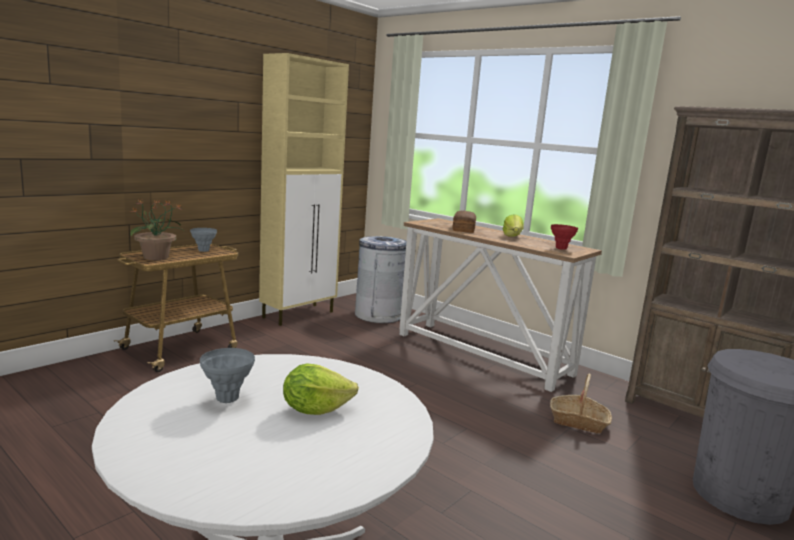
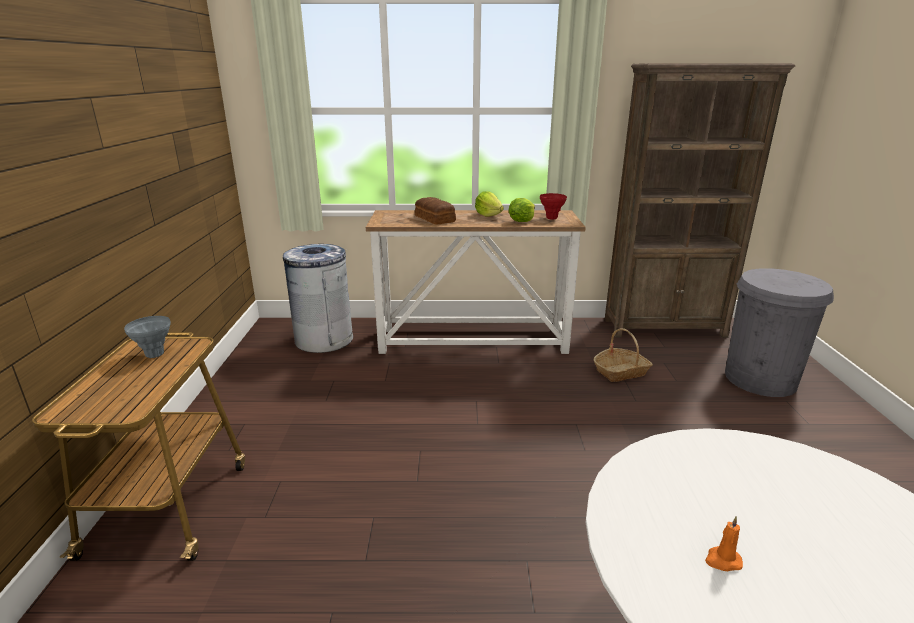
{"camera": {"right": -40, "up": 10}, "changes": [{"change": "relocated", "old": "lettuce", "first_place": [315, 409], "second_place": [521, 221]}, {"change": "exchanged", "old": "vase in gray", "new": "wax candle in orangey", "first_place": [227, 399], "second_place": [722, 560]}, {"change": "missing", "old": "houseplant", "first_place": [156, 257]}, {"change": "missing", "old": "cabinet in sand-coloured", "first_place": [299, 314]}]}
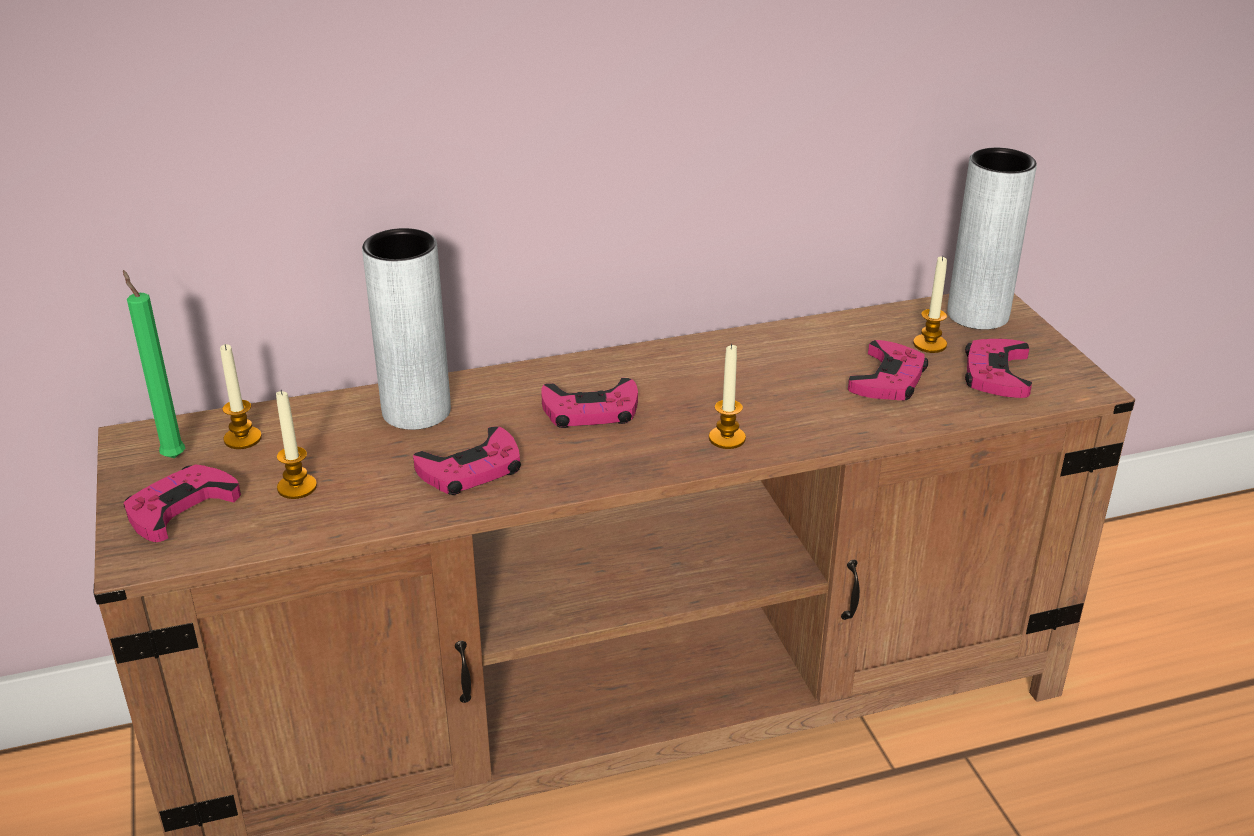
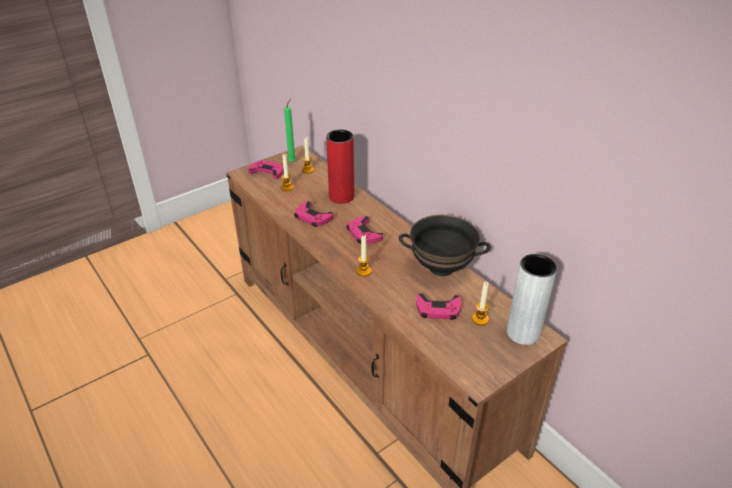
{"camera": {"right": 70, "up": 5}, "changes": [{"change": "colour", "old": "vase in gray", "new": "vase in reddish", "first_place": [416, 411], "second_place": [341, 197]}, {"change": "appeared", "new": "deep dish in black-coloured", "second_place": [441, 267]}, {"change": "missing", "old": "game controller in pink-coloured", "first_place": [996, 374]}]}
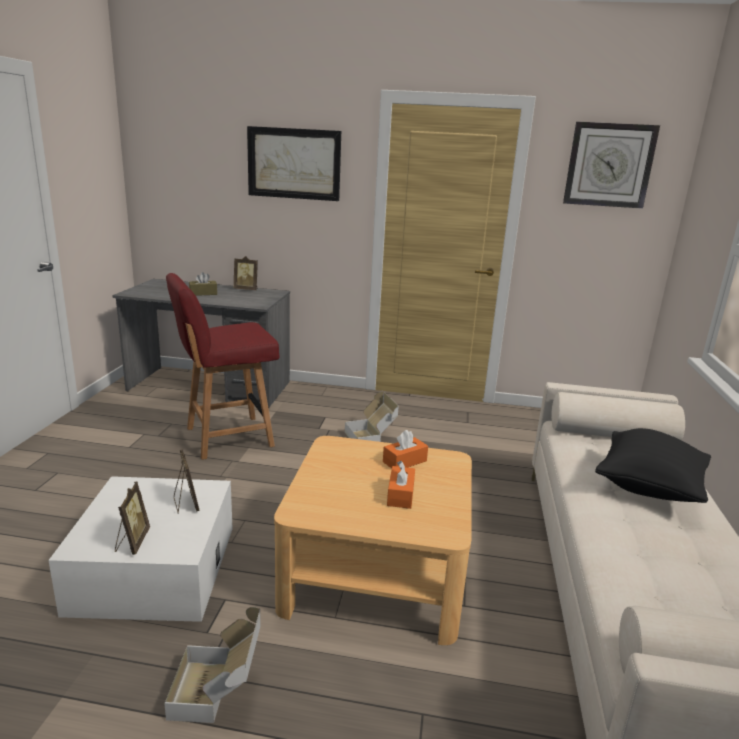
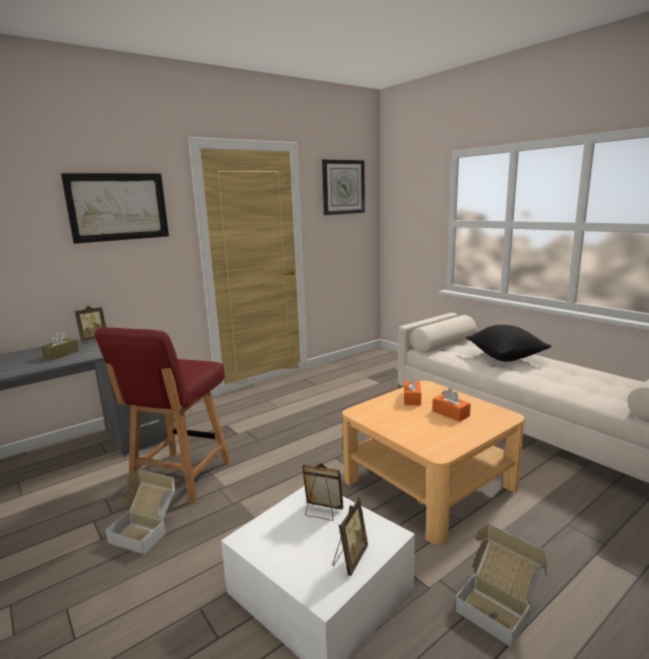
{"camera": {"right": -45, "up": -5}, "changes": [{"change": "relocated", "old": "packing box", "first_place": [371, 437], "second_place": [146, 530]}, {"change": "spun", "old": "standing frame", "first_place": [132, 542], "second_place": [349, 559], "degrees": 75}]}
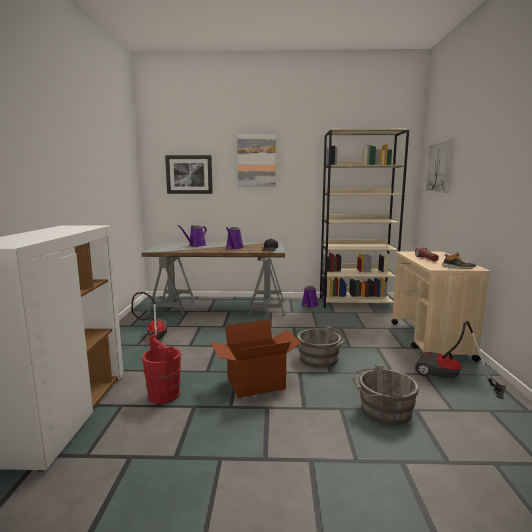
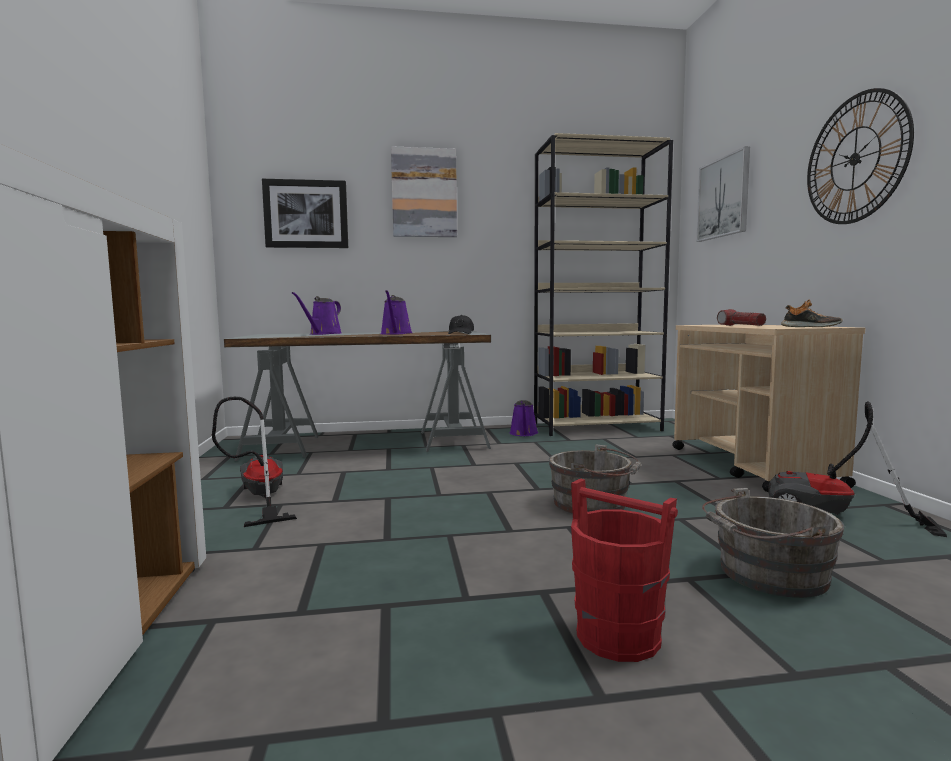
{"camera": {"right": -10, "up": -5}, "changes": [{"change": "relocated", "old": "bucket in reddish", "first_place": [164, 394], "second_place": [617, 636]}, {"change": "appeared", "new": "clock on the wall", "second_place": [855, 159]}, {"change": "missing", "old": "packing box", "first_place": [256, 384]}]}
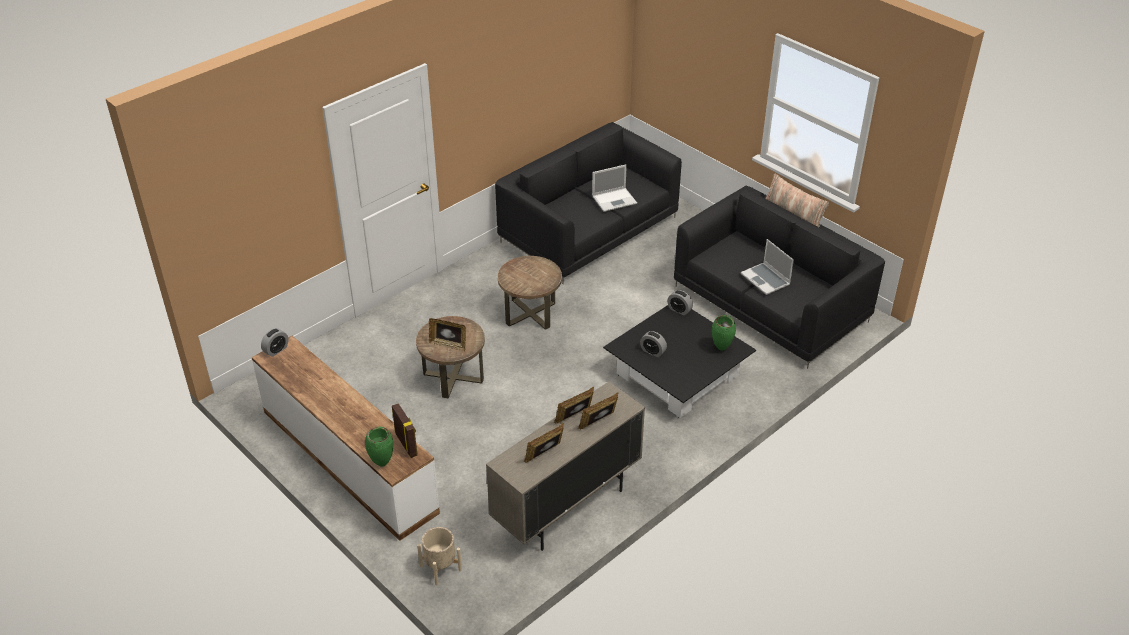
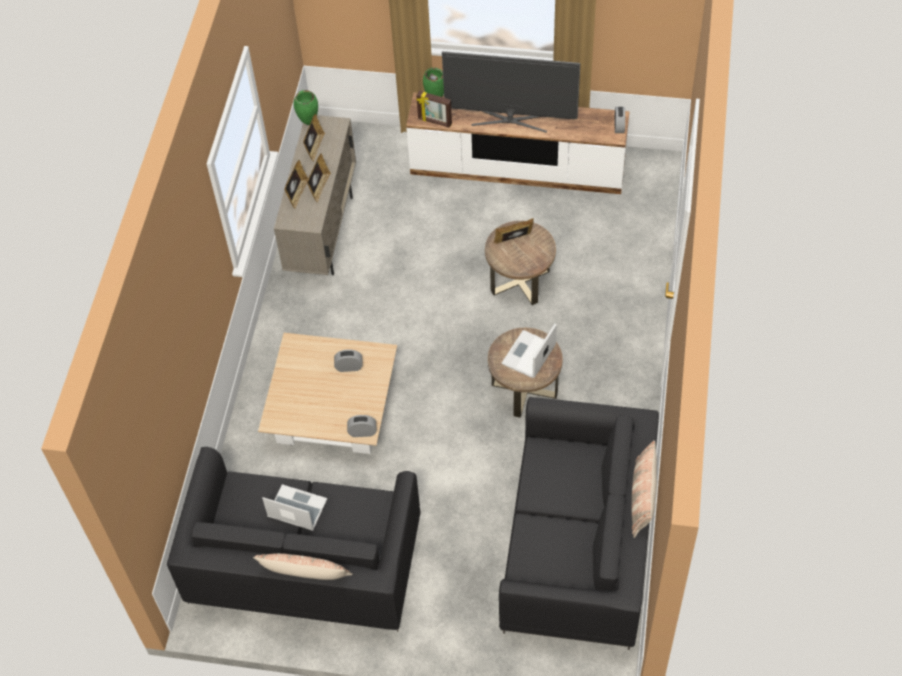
{"camera": {"right": 145, "up": 15}, "changes": [{"change": "colour", "old": "coffee table in black-coloured", "new": "coffee table in sand-coloured", "first_place": [678, 375], "second_place": [332, 408]}, {"change": "relocated", "old": "vase in greenish", "first_place": [722, 349], "second_place": [308, 123]}, {"change": "appeared", "new": "TV set", "second_place": [510, 119]}, {"change": "relocated", "old": "portable computer", "first_place": [615, 199], "second_place": [528, 355]}, {"change": "appeared", "new": "cushion", "second_place": [643, 497]}, {"change": "missing", "old": "flower pot in sand-coloured", "first_place": [441, 568]}]}
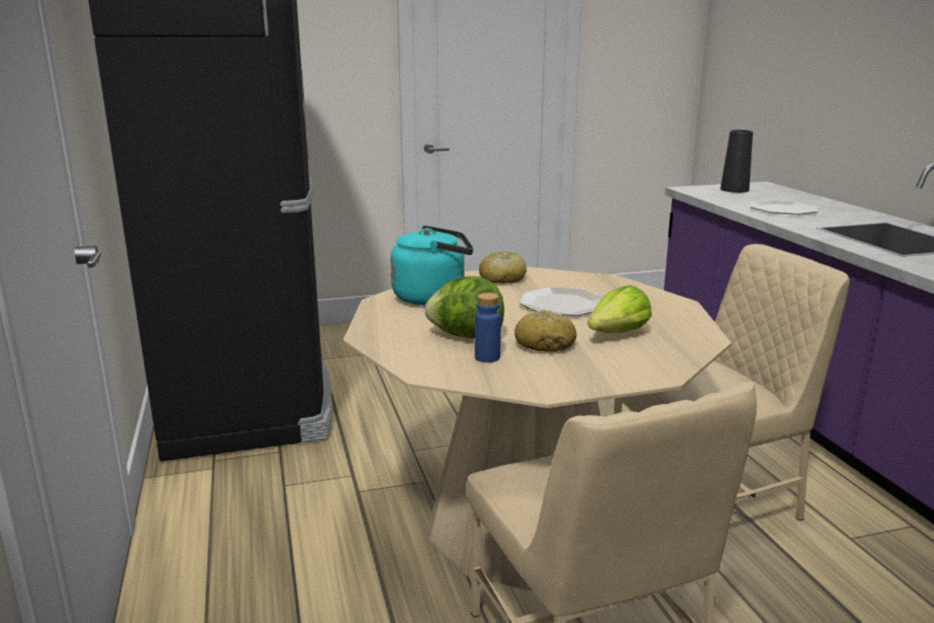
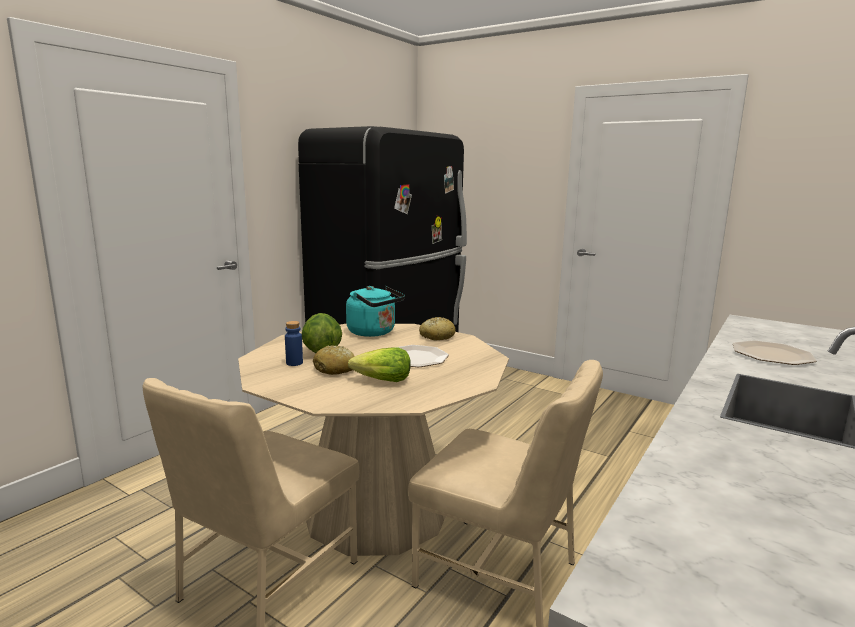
{"camera": {"right": 50, "up": -5}, "changes": [{"change": "missing", "old": "vase in black-coloured", "first_place": [734, 190]}]}
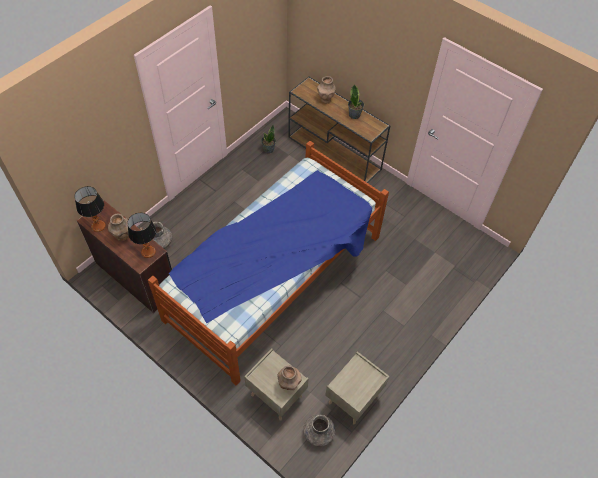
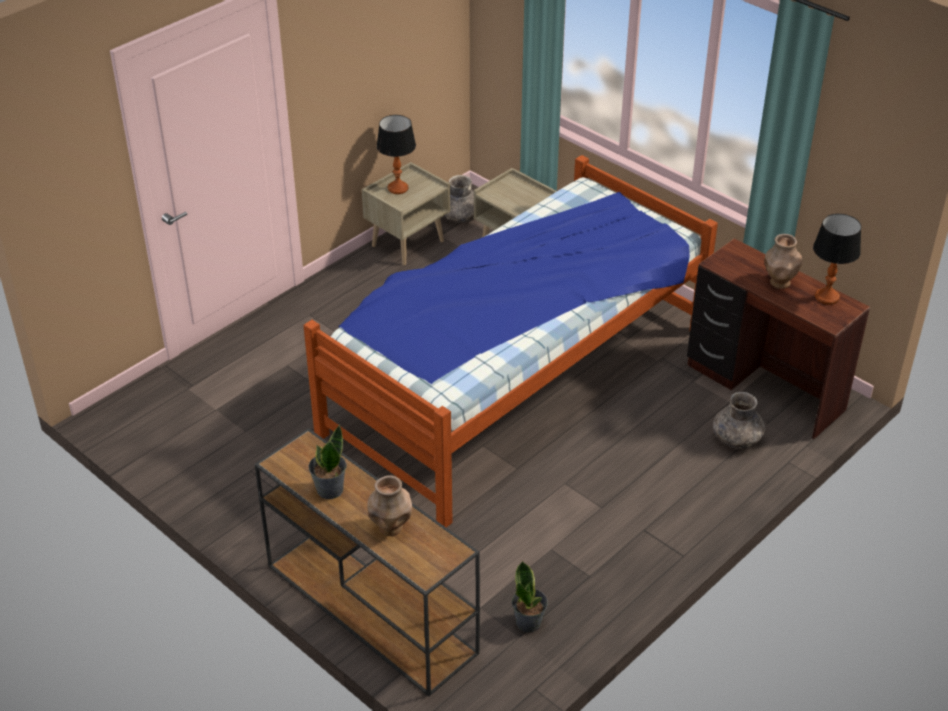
{"camera": {"right": -175, "up": -15}, "changes": [{"change": "relocated", "old": "table lamp", "first_place": [148, 252], "second_place": [398, 188]}, {"change": "missing", "old": "vase in brownish", "first_place": [289, 384]}]}
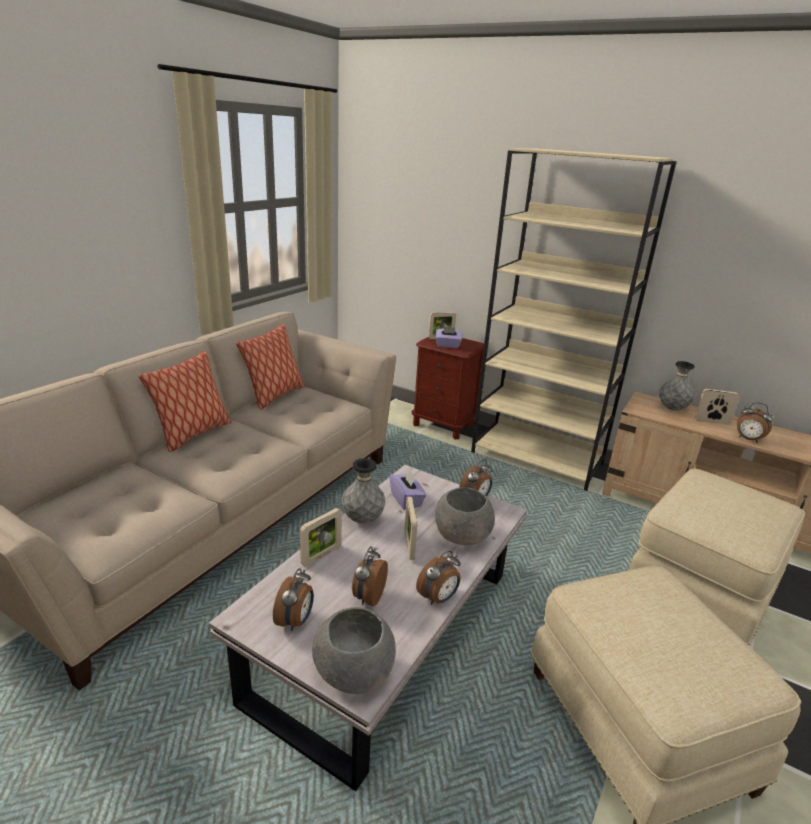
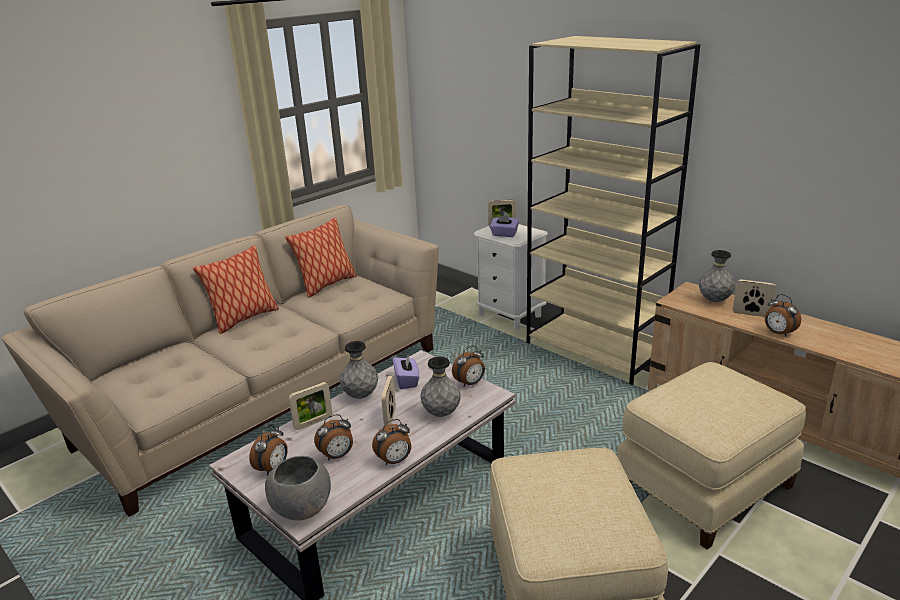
{"camera": {"right": 15, "up": 0}, "changes": [{"change": "spun", "old": "table clock", "first_place": [368, 597], "second_place": [337, 456], "degrees": -150}, {"change": "exchanged", "old": "deep dish in gray", "new": "vase in gray", "first_place": [462, 536], "second_place": [441, 413]}, {"change": "colour", "old": "nightstand in brownish", "new": "nightstand in white-coloured", "first_place": [443, 425], "second_place": [510, 315]}]}
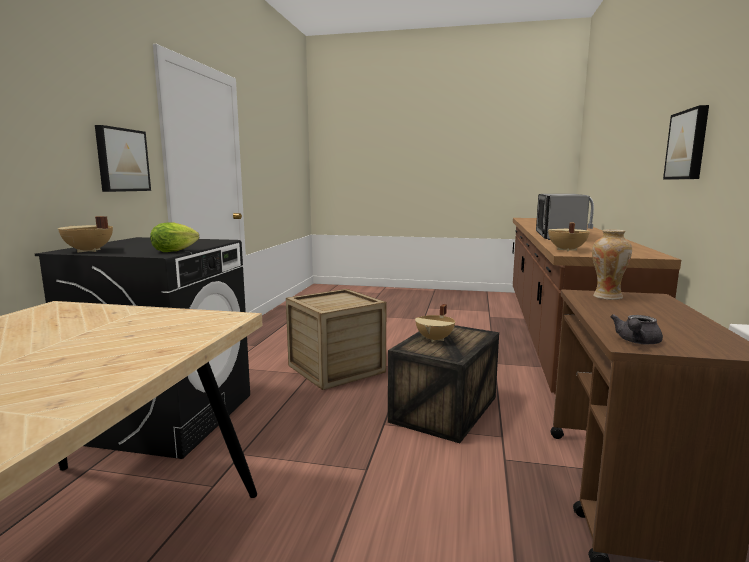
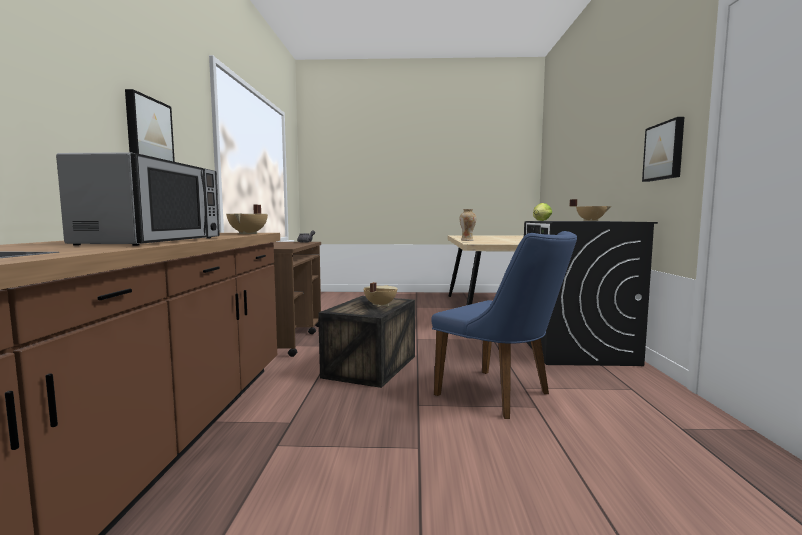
{"camera": {"right": 170, "up": -5}, "changes": [{"change": "exchanged", "old": "shipping crate", "new": "upright chair in blue-coloured", "first_place": [336, 369], "second_place": [502, 396]}, {"change": "relocated", "old": "vase", "first_place": [607, 297], "second_place": [467, 240]}]}
